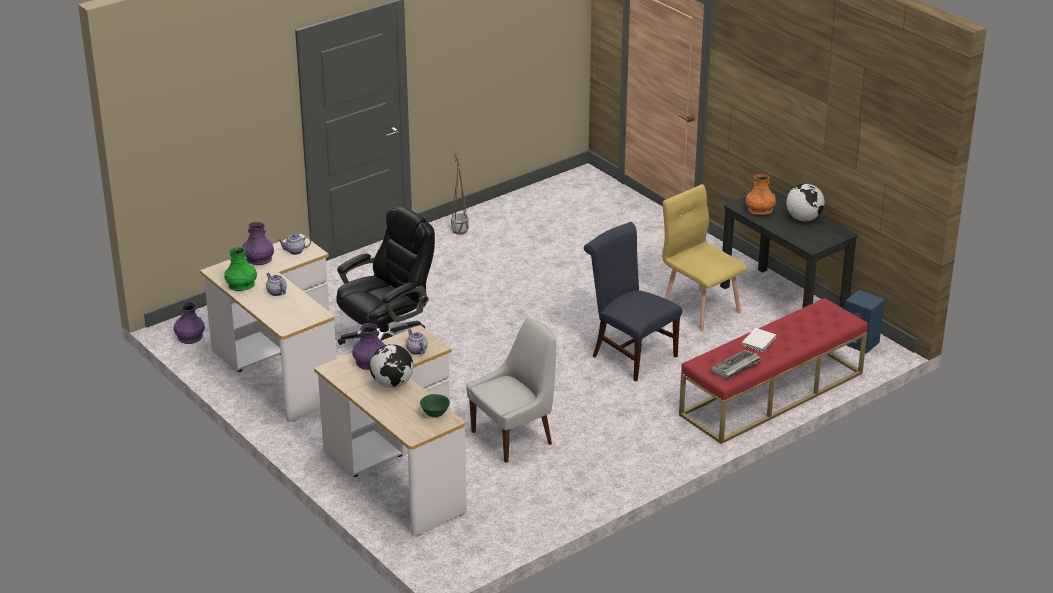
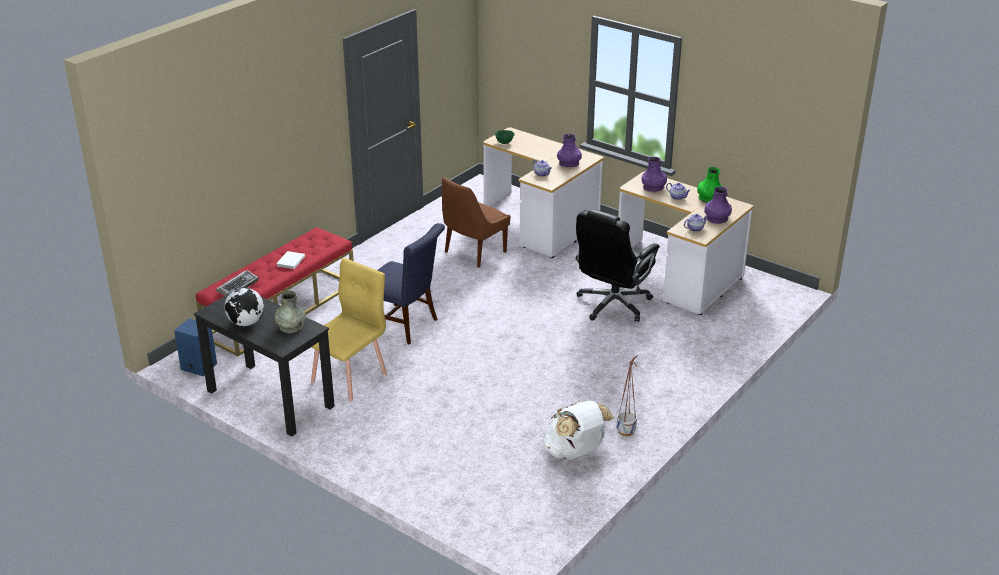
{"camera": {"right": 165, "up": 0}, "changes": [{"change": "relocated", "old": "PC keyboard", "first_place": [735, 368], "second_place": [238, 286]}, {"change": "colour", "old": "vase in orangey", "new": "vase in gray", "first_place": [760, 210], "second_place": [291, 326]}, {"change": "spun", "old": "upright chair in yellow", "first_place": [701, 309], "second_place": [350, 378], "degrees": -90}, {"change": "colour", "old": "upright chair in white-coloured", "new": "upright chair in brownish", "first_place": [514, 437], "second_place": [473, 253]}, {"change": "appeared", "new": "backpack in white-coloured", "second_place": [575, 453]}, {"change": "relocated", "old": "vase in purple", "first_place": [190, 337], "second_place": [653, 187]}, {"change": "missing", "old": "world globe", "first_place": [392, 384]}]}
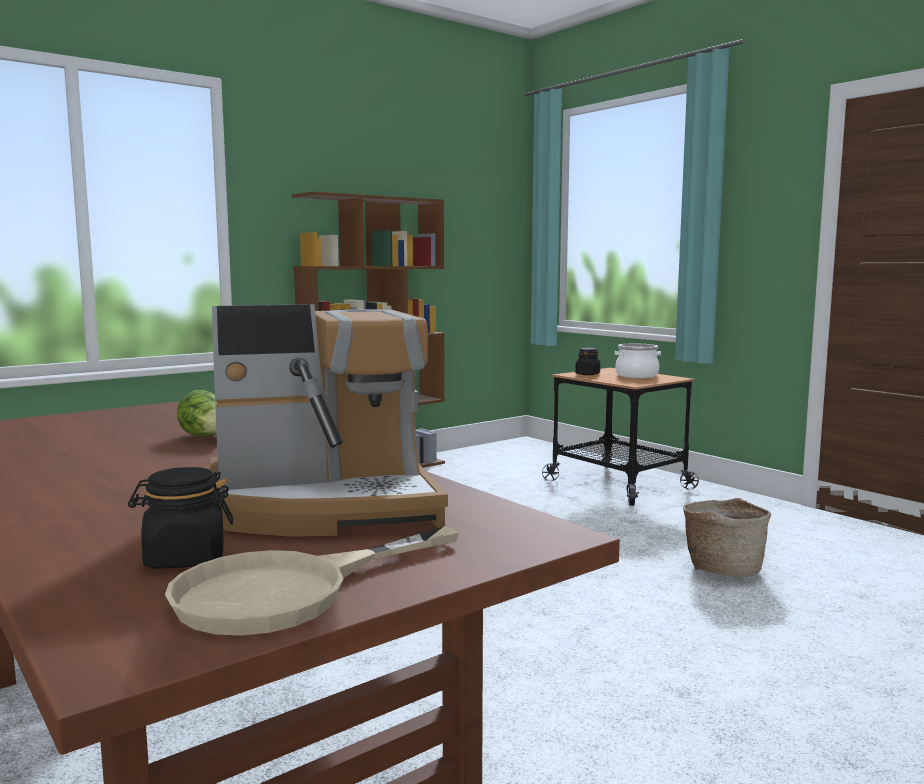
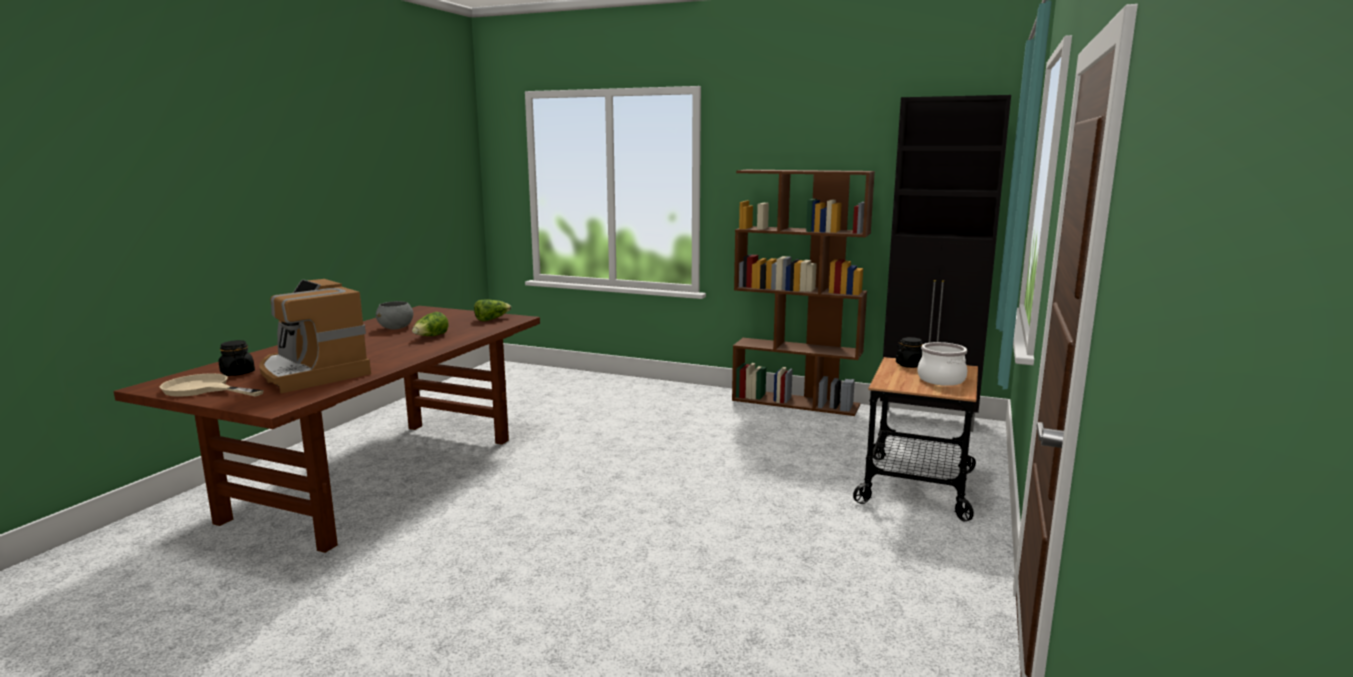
{"camera": {"right": 60, "up": 5}, "changes": [{"change": "appeared", "new": "deep dish in gray", "second_place": [396, 328]}, {"change": "appeared", "new": "lettuce", "second_place": [492, 319]}, {"change": "appeared", "new": "cabinet in black-coloured", "second_place": [929, 420]}, {"change": "missing", "old": "household basket", "first_place": [723, 568]}]}
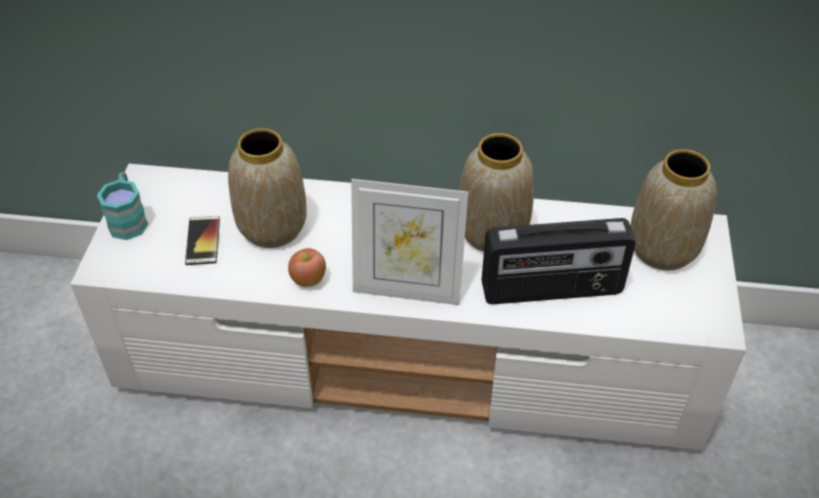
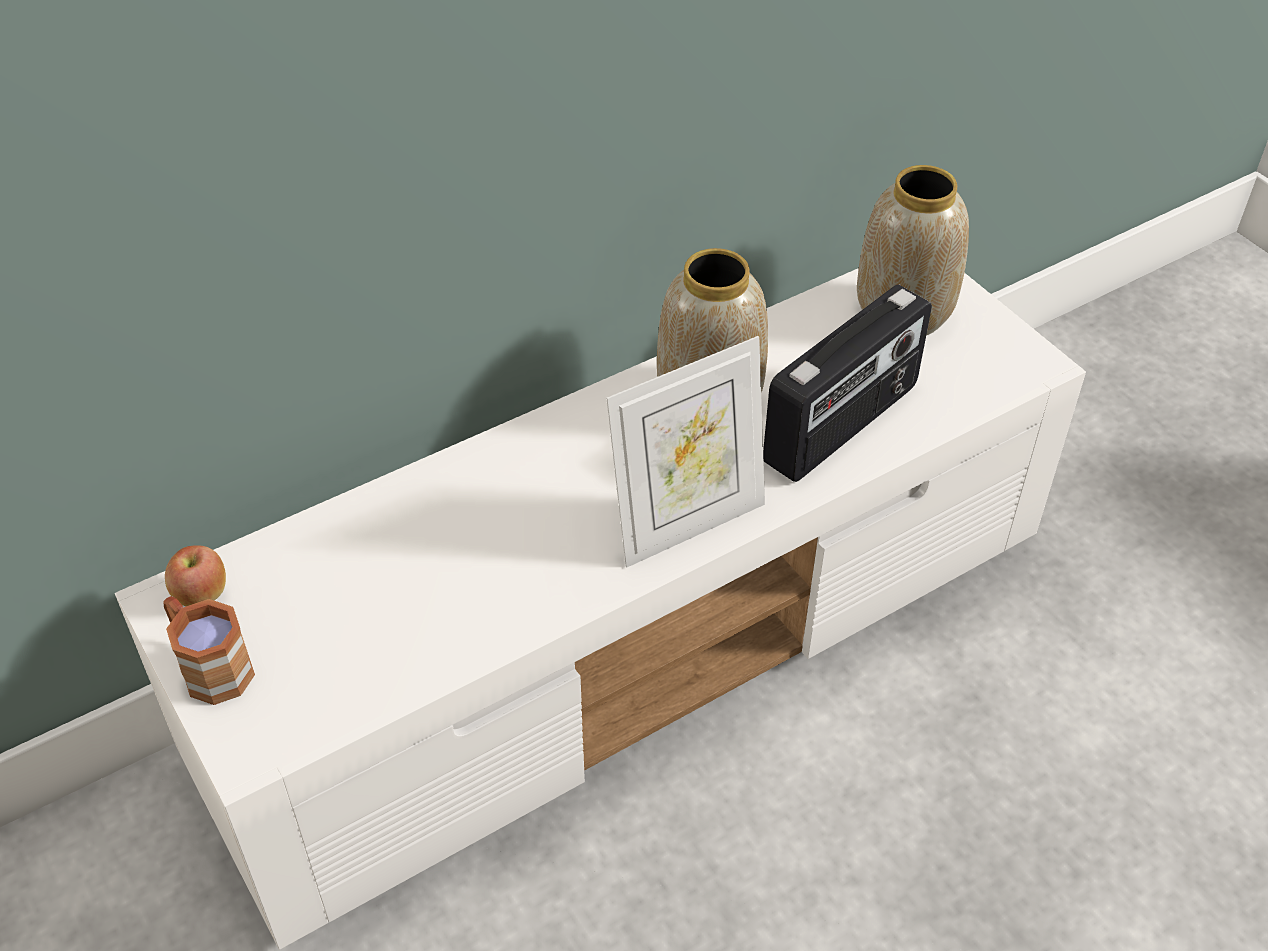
{"camera": {"right": -40, "up": 0}, "changes": [{"change": "colour", "old": "mug in turquoise", "new": "mug in brownish", "first_place": [128, 219], "second_place": [209, 666]}, {"change": "relocated", "old": "apple", "first_place": [308, 280], "second_place": [201, 595]}, {"change": "missing", "old": "phone", "first_place": [203, 241]}, {"change": "missing", "old": "vase", "first_place": [272, 228]}]}
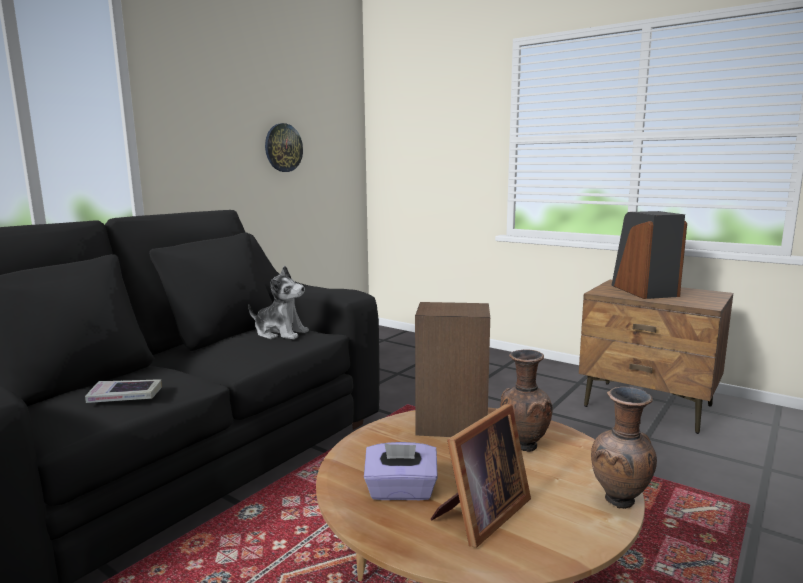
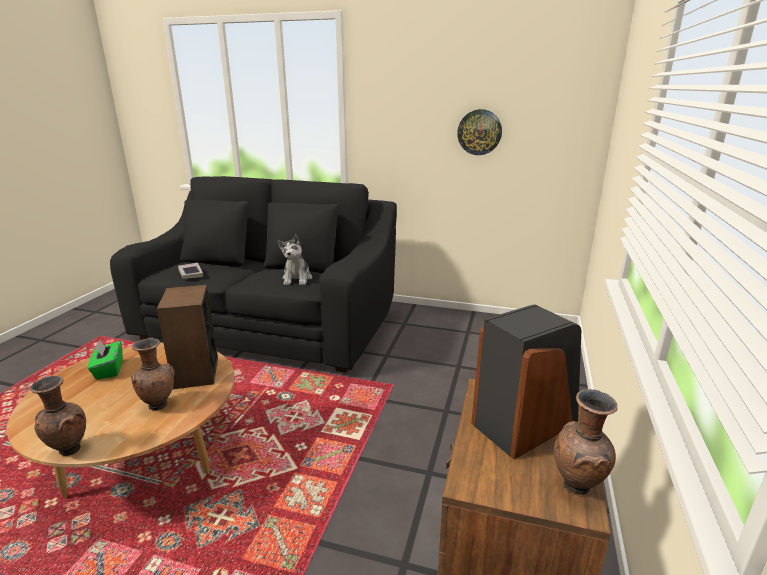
{"camera": {"right": 70, "up": 10}, "changes": [{"change": "colour", "old": "tissue holder in purple", "new": "tissue holder in greenish", "first_place": [401, 491], "second_place": [109, 370]}, {"change": "appeared", "new": "vase in brownish", "second_place": [578, 487]}, {"change": "missing", "old": "standing frame", "first_place": [480, 515]}]}
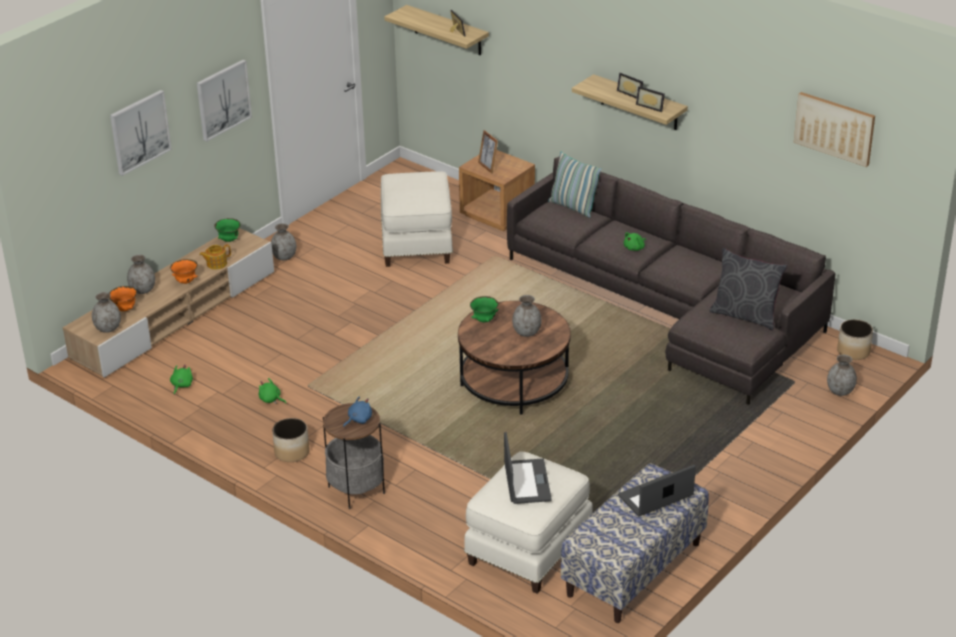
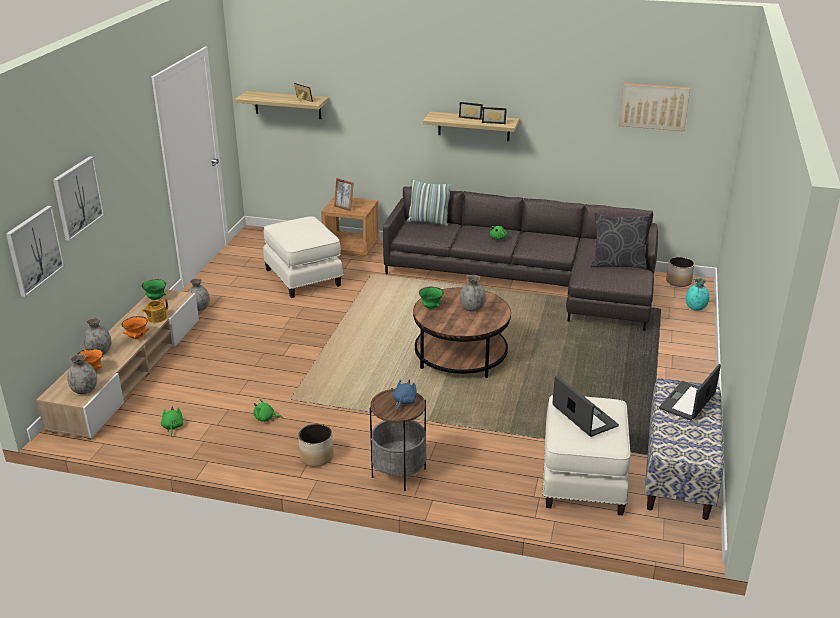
{"camera": {"right": -25, "up": -5}, "changes": [{"change": "relocated", "old": "wall art", "first_place": [223, 99], "second_place": [34, 250]}, {"change": "colour", "old": "vase in gray", "new": "vase in turquoise", "first_place": [840, 391], "second_place": [695, 308]}]}
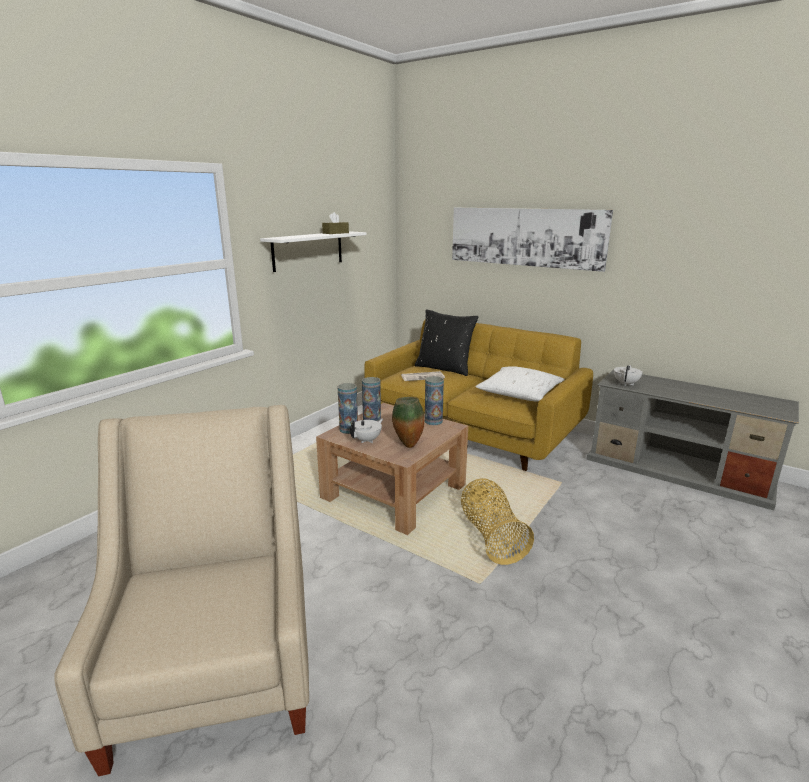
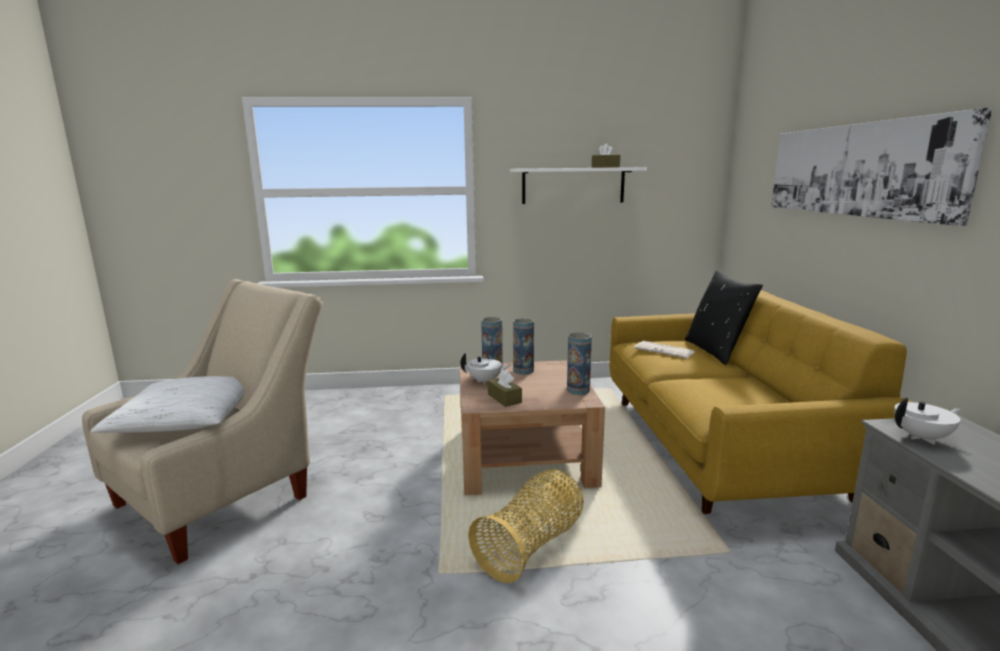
{"camera": {"right": 50, "up": -5}, "changes": [{"change": "relocated", "old": "cushion in white-coloured", "first_place": [519, 394], "second_place": [186, 420]}, {"change": "exchanged", "old": "vase", "new": "tissue holder in brownish", "first_place": [407, 446], "second_place": [504, 398]}]}
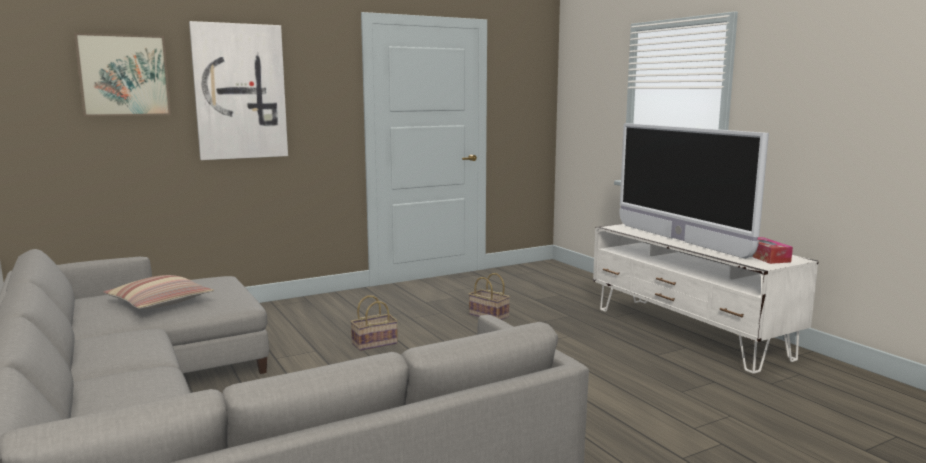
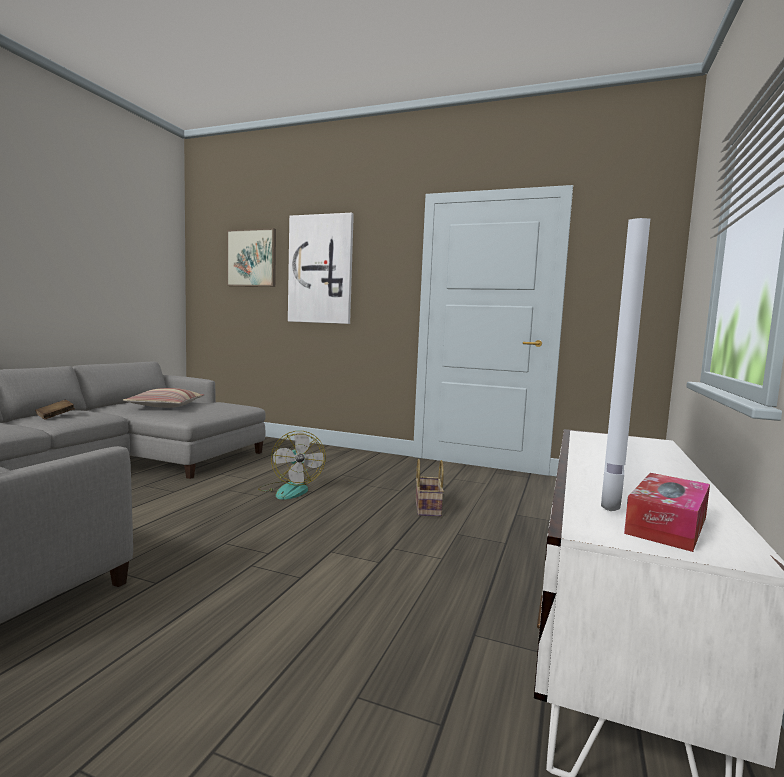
{"camera": {"right": 50, "up": -5}, "changes": [{"change": "appeared", "new": "volume in brownish", "second_place": [55, 416]}, {"change": "exchanged", "old": "household basket", "new": "fan", "first_place": [375, 343], "second_place": [290, 490]}]}
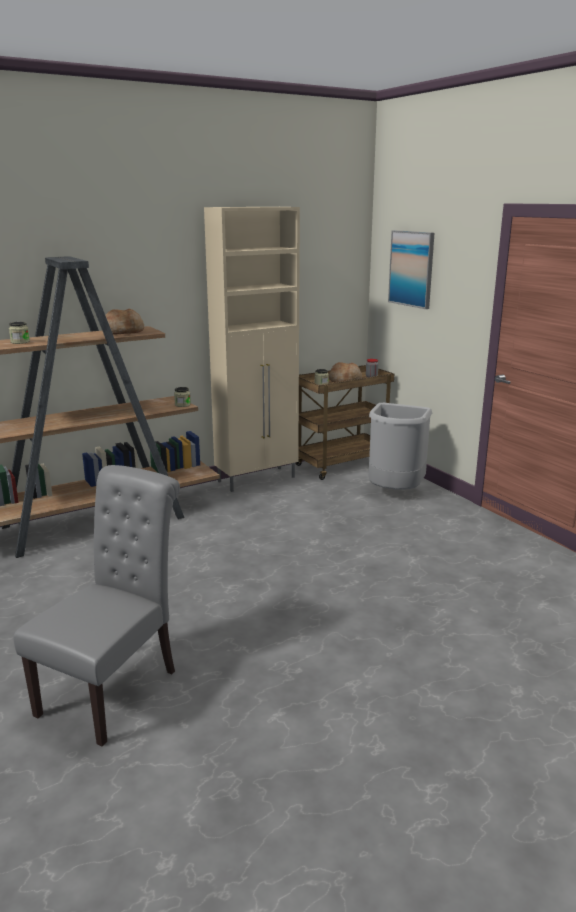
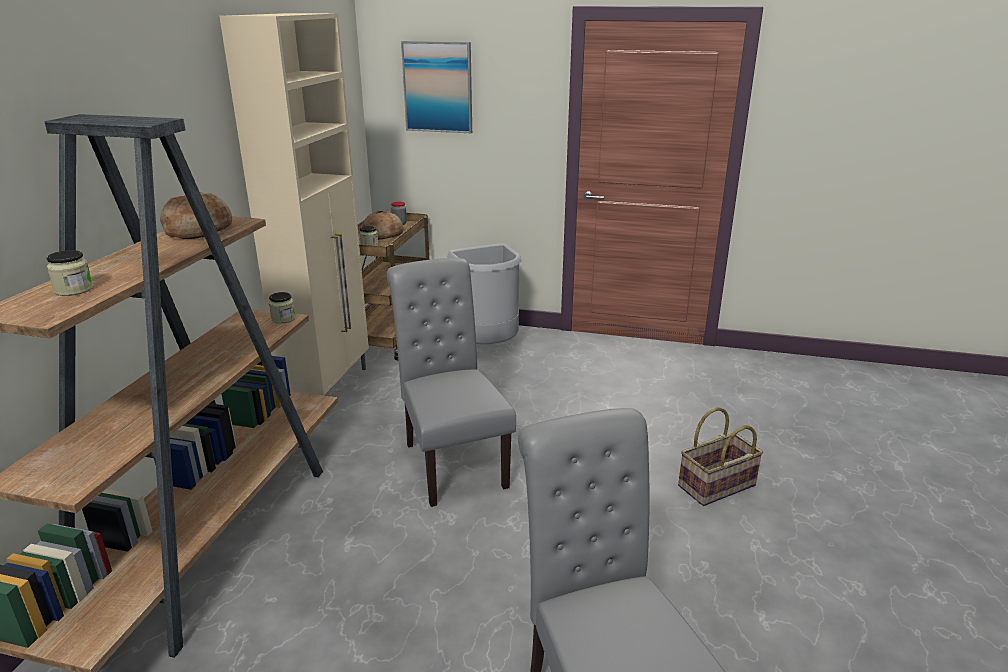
{"camera": {"right": -45, "up": 5}, "changes": [{"change": "appeared", "new": "upright chair in gray", "second_place": [451, 461]}, {"change": "appeared", "new": "household basket", "second_place": [717, 486]}]}
